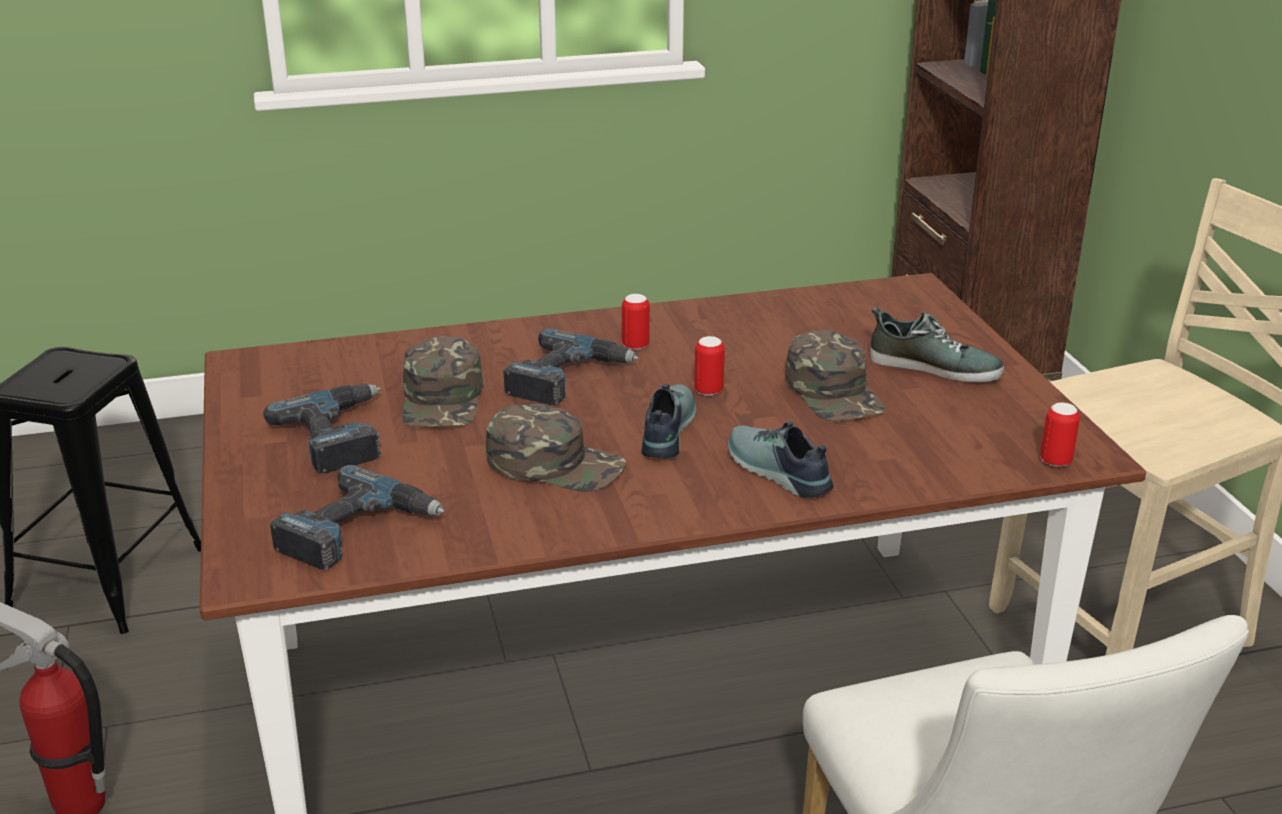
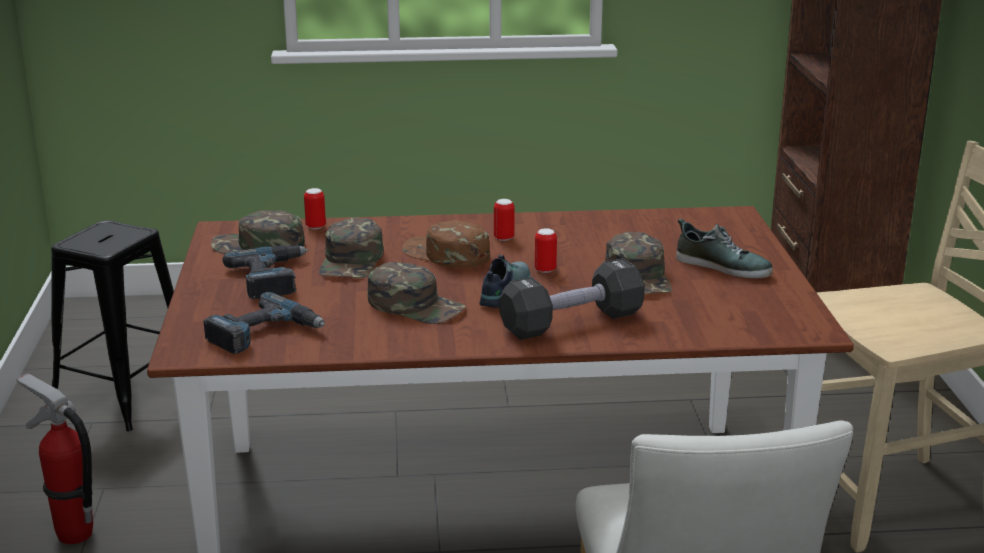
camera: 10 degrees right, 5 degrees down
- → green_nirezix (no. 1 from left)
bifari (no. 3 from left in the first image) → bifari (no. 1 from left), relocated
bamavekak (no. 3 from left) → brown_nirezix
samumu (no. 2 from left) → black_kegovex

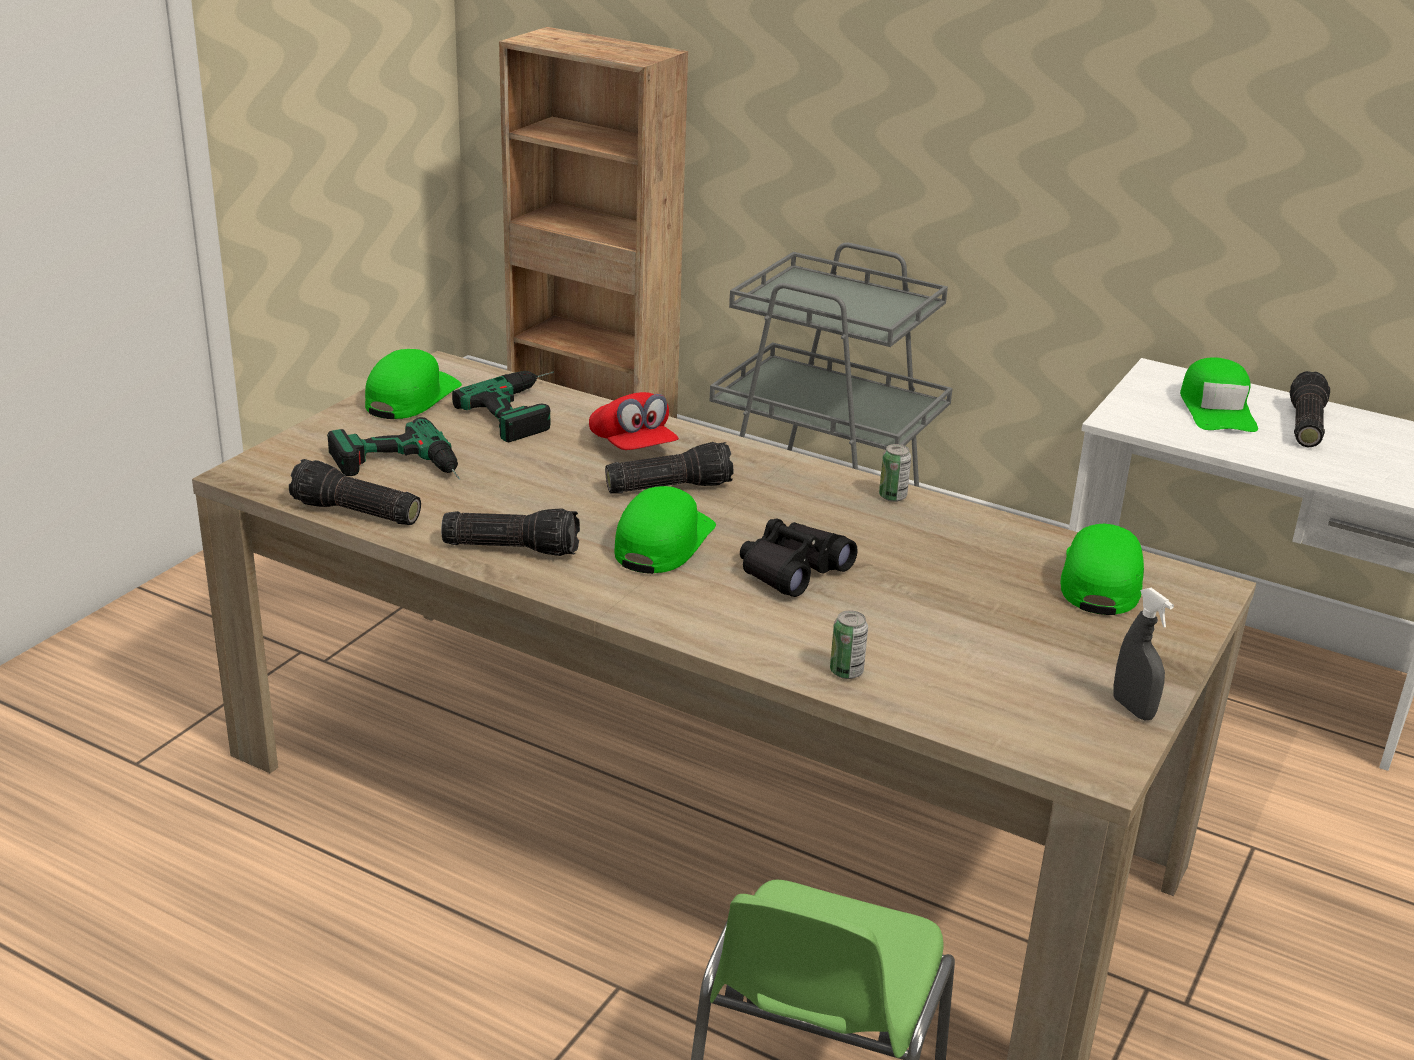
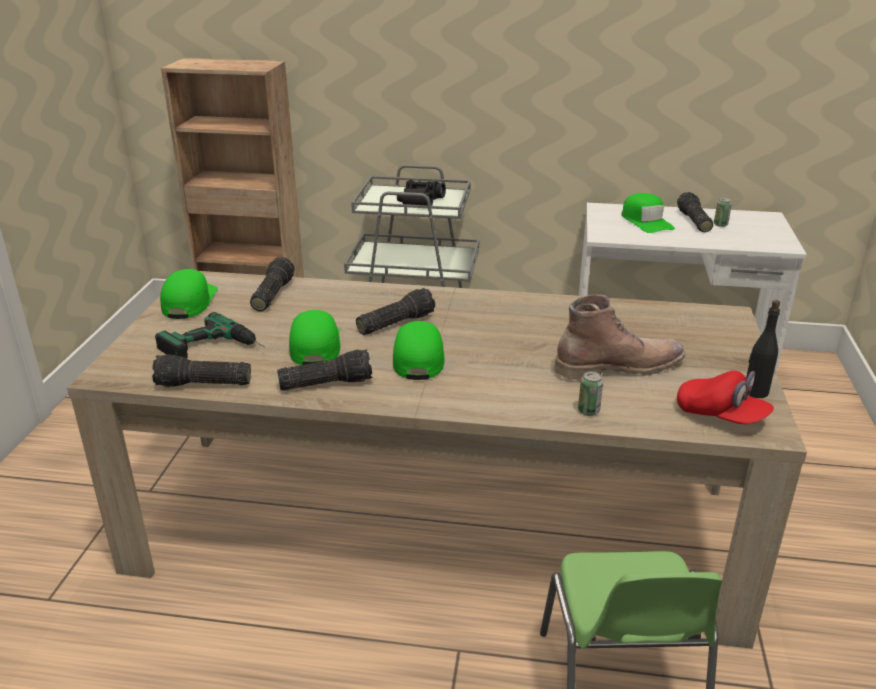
camera: 20 degrees left, 0 degrees up
bamavekak (no. 2 from left) → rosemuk (no. 2 from left)
green_nirezix (no. 3 from left in the first image) → green_nirezix (no. 2 from left), relocated
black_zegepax, relocated
- → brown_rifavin
red_nirezix, relocated
bifari (no. 2 from left), relocated
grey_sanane → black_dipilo

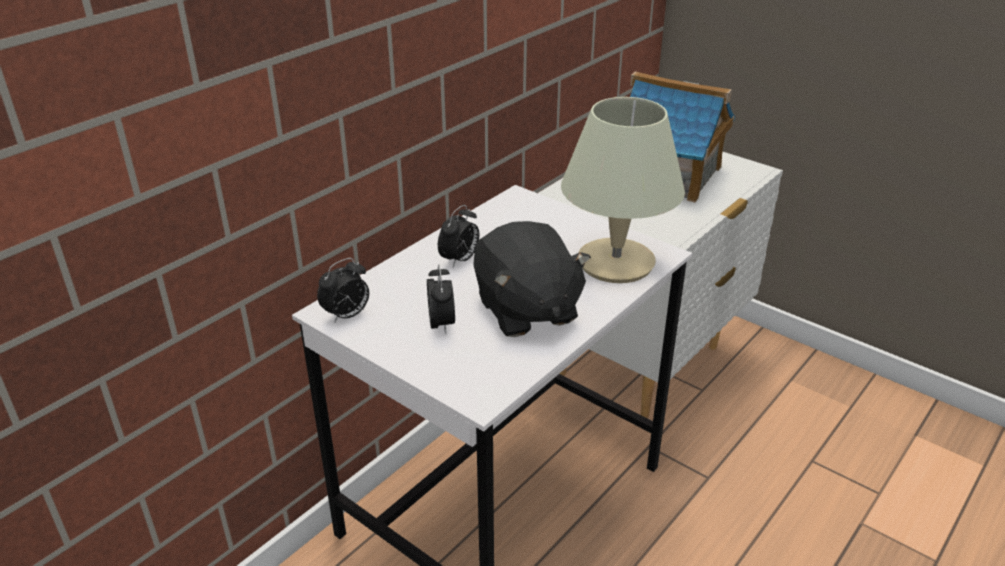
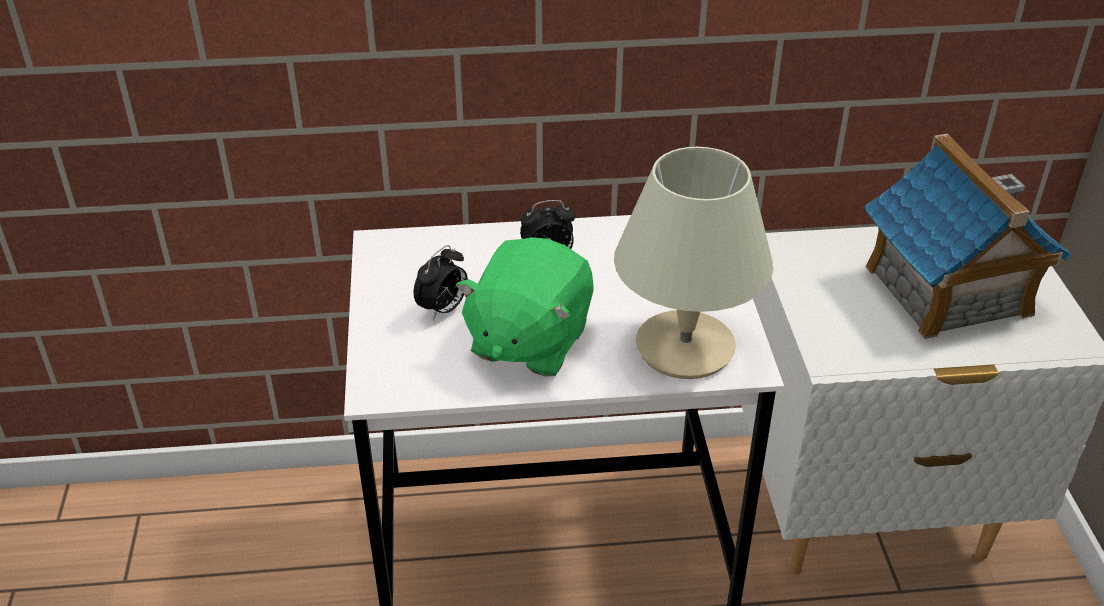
camera: 45 degrees right, 5 degrees up
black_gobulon → green_gobulon
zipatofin (no. 1 from left) → -

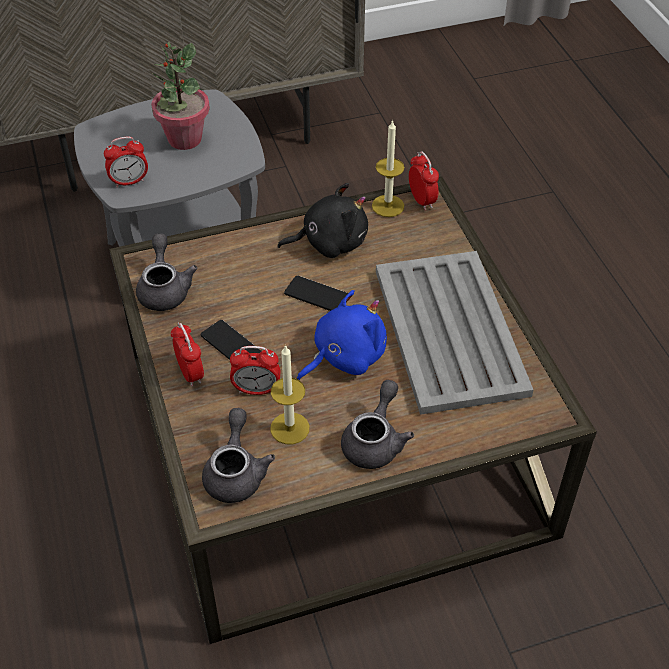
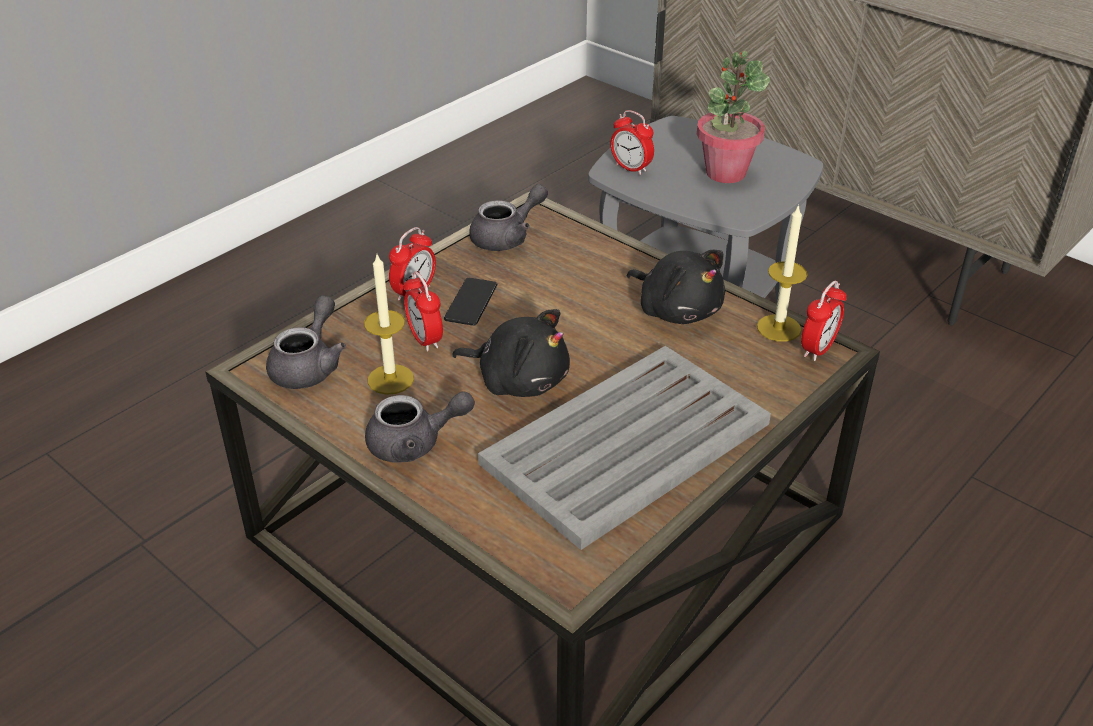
camera: 60 degrees right, 10 degrees down
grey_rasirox (no. 2 from left in the first image) → grey_rasirox (no. 1 from left), 45 degrees counterclockwise
blue_gobulon → black_gobulon (no. 1 from left)
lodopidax (no. 2 from left) → -

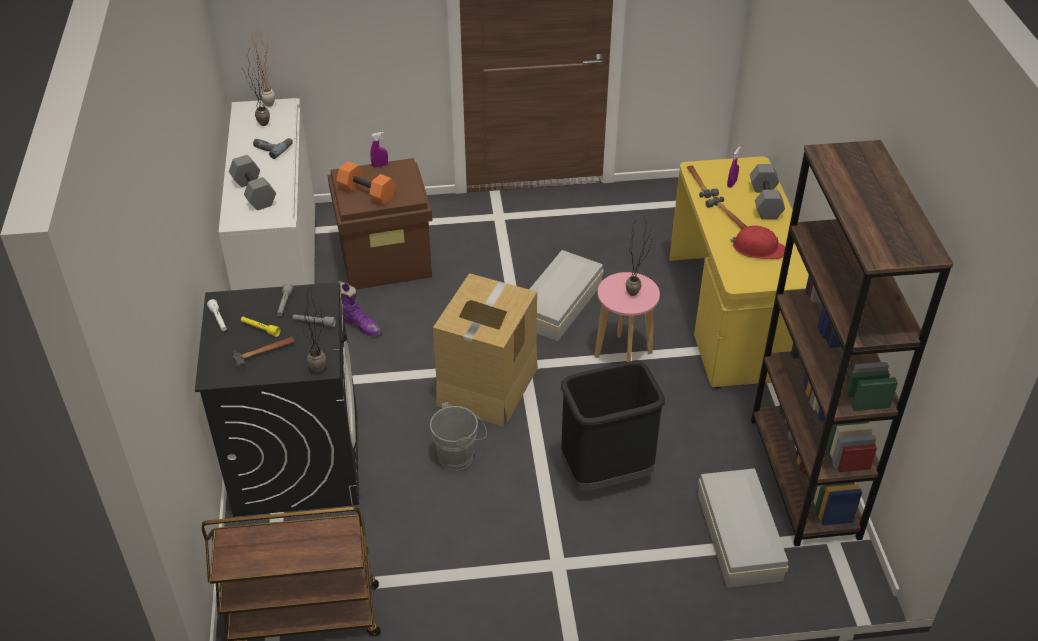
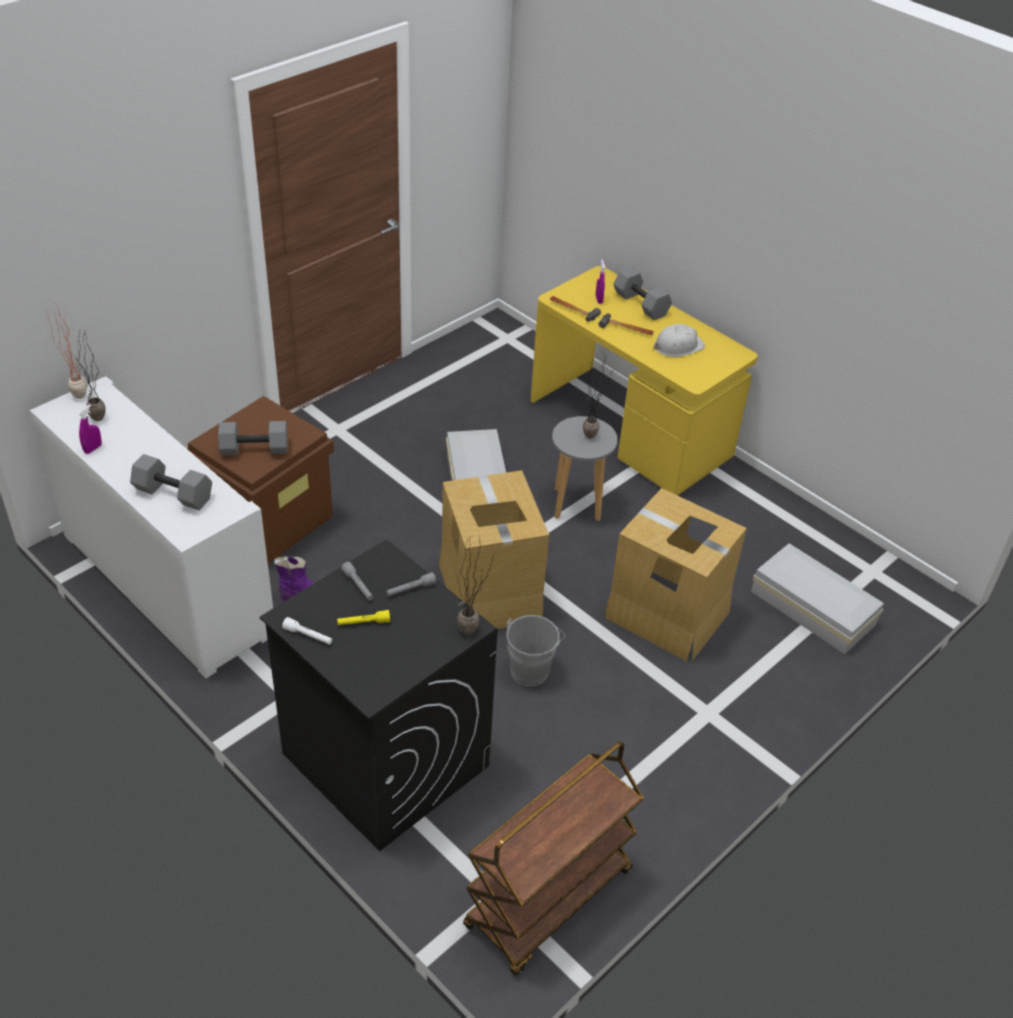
camera: 40 degrees left, 0 degrees up
purple_sanane (no. 1 from left), relocated
orange_kegovex → grey_kegovex (no. 2 from left)
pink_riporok → grey_riporok
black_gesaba → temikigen (no. 2 from left)
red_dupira → white_dupira
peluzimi (no. 1 from left) → -
bamavekak → -
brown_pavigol → -

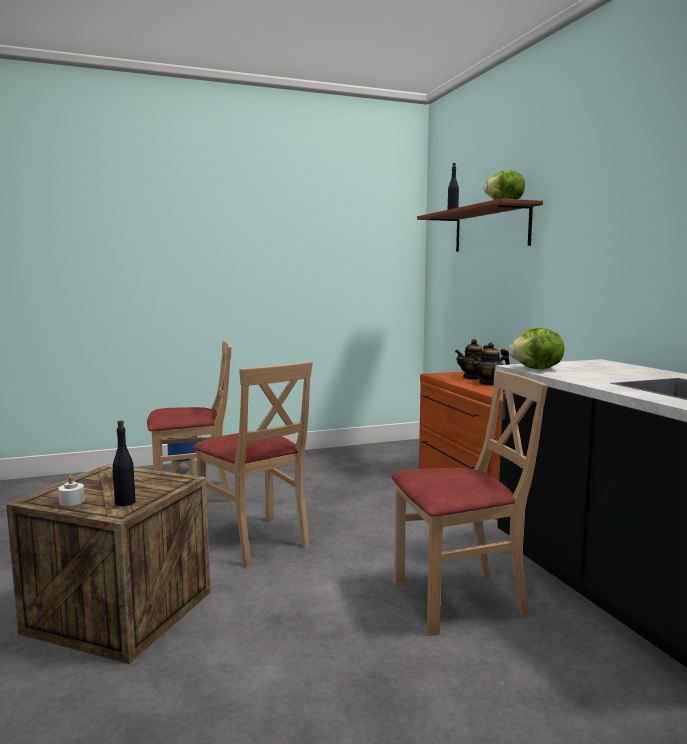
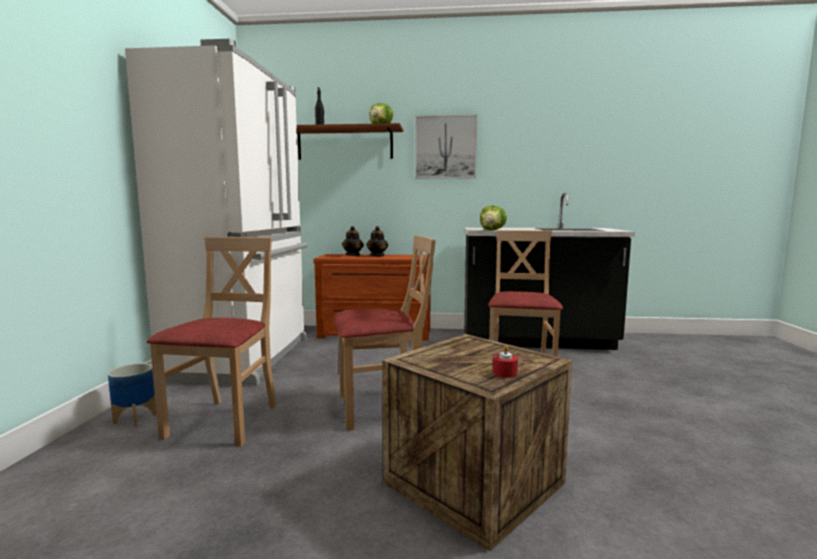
camera: 65 degrees left, 0 degrees up
- → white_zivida
- → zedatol
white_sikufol → red_sikufol
black_dipilo (no. 1 from left) → -

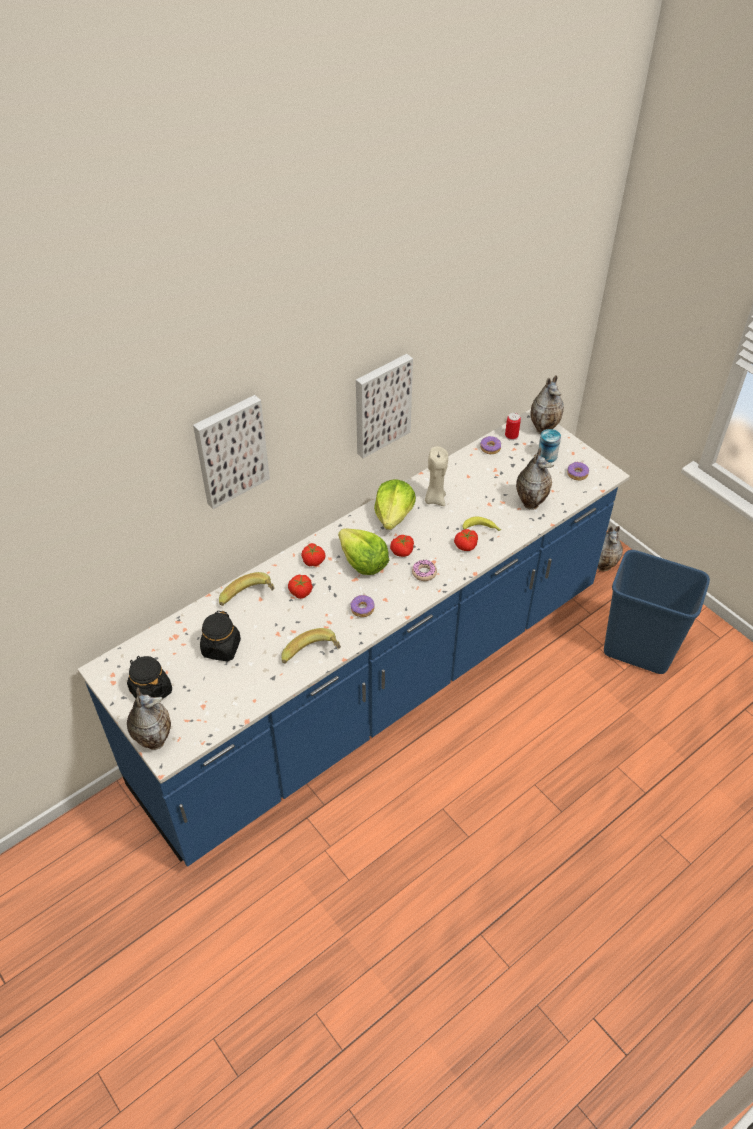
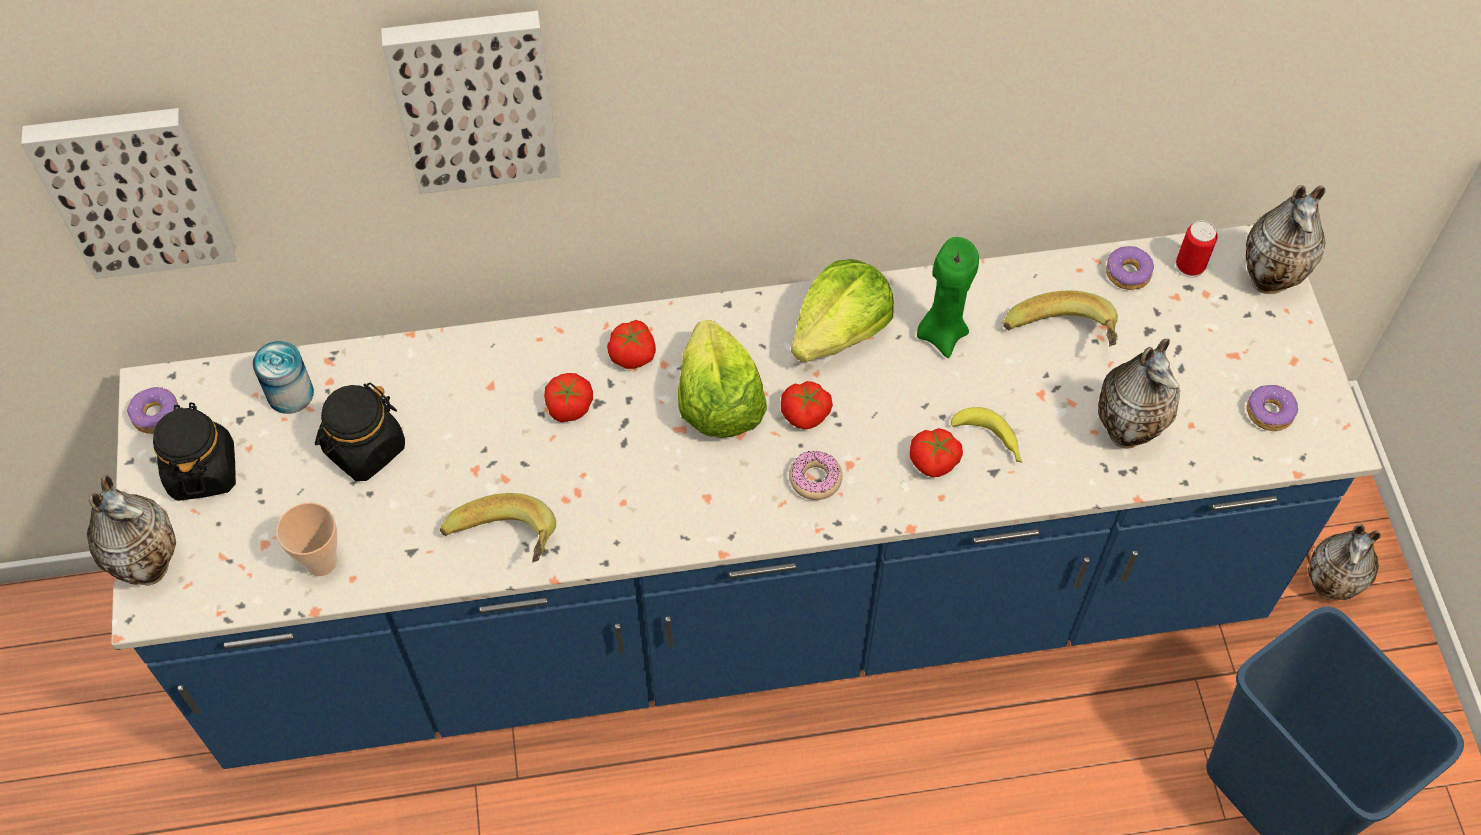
camera: 30 degrees right, 10 degrees up
zedatol (no. 2 from left in the first image) → zedatol (no. 1 from left), relocated
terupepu (no. 1 from left), relocated
bifari (no. 2 from left in the first image) → bifari (no. 1 from left), relocated
- → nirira
beige_sikufol → green_sikufol
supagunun (no. 1 from left in the first image) → supagunun (no. 3 from left), relocated

